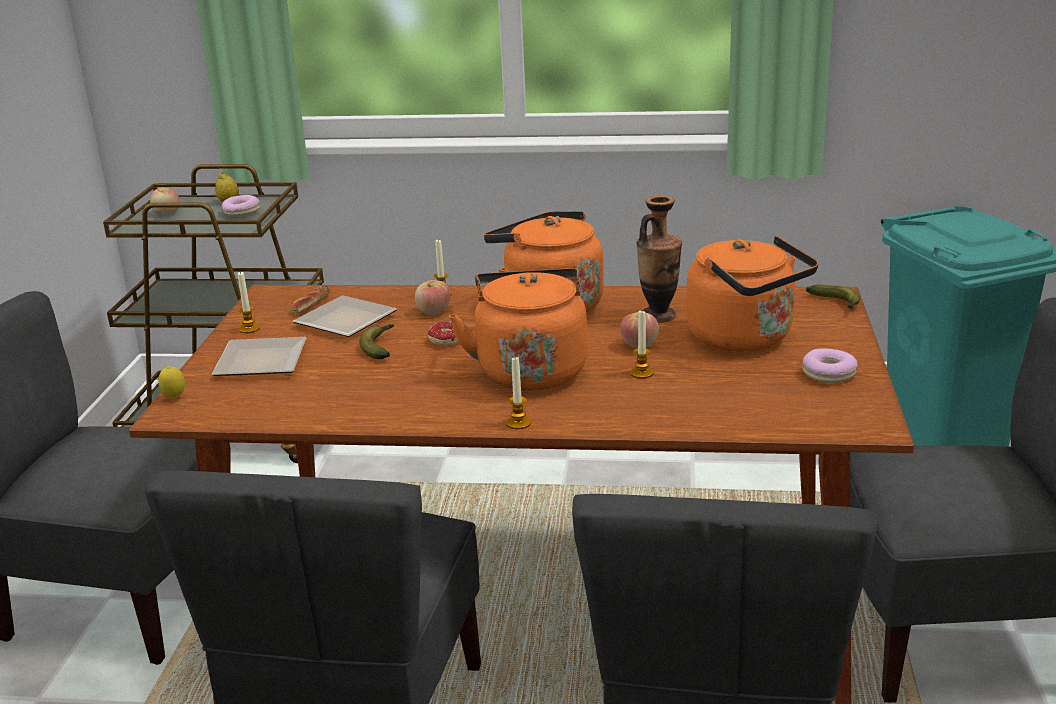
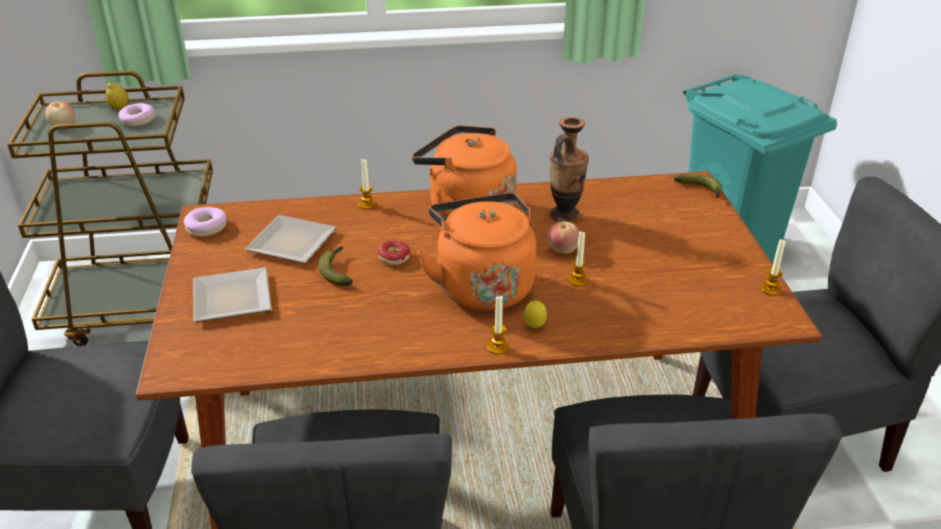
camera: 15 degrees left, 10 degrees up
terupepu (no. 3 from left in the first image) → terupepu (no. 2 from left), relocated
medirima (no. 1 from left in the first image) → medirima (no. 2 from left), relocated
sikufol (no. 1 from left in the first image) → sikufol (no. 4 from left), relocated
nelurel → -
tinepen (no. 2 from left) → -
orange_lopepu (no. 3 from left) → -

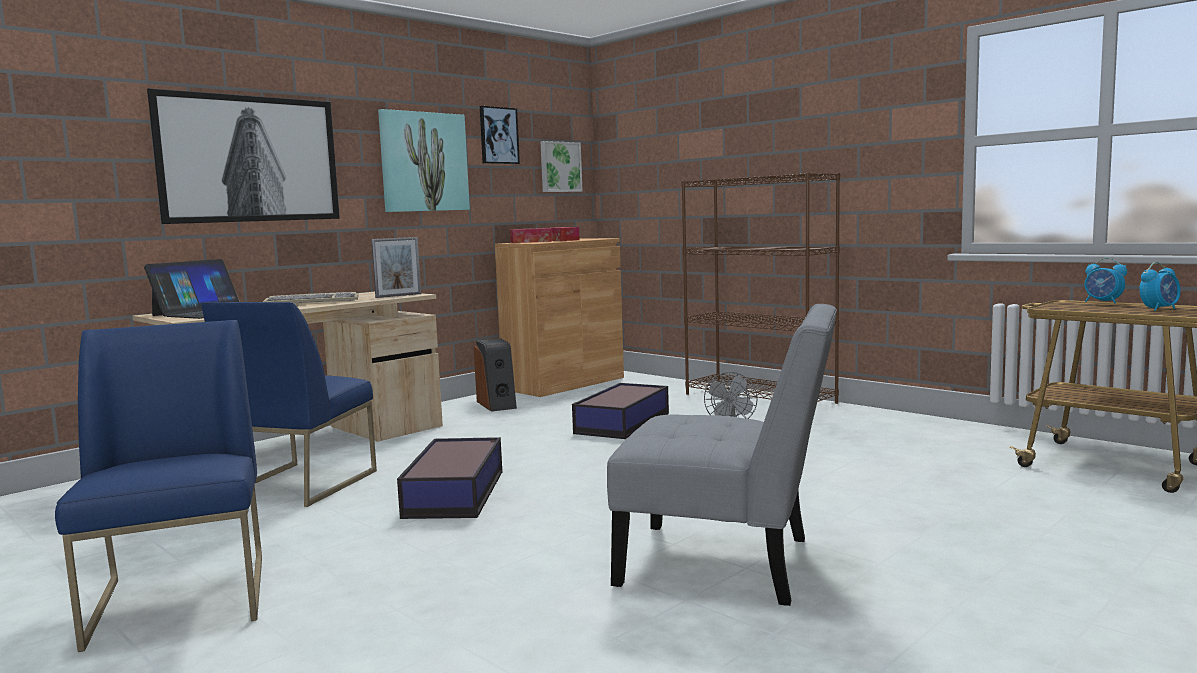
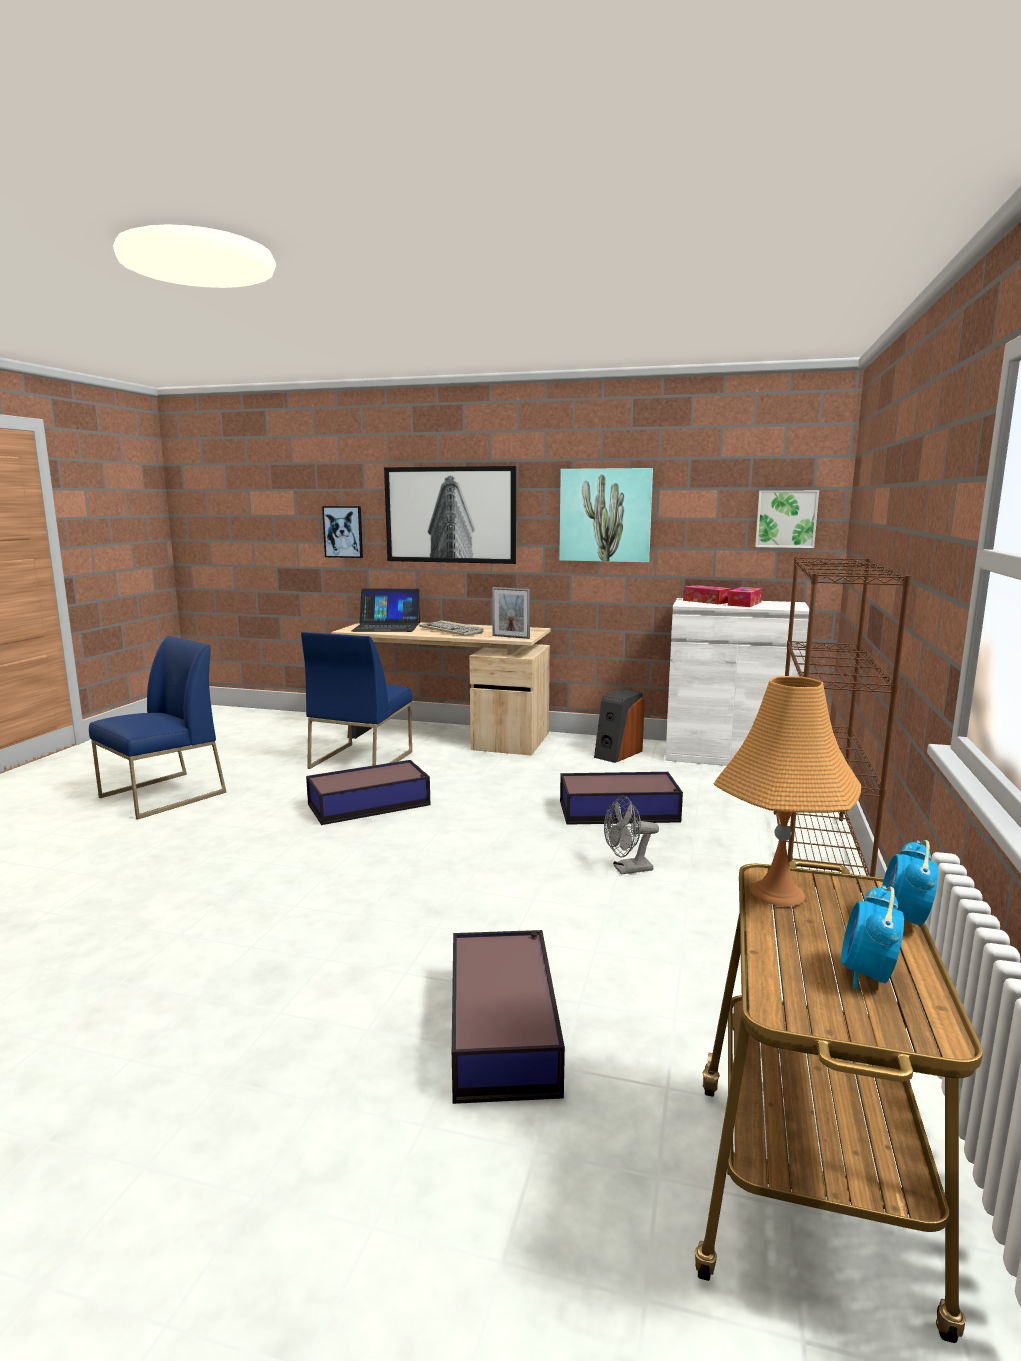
camera: 60 degrees right, 5 degrees up
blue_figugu (no. 2 from left), 60 degrees counterclockwise
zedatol (no. 3 from left in the first image) → zedatol (no. 1 from left), relocated
- → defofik (no. 2 from left)
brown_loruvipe → white_loruvipe
- → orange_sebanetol
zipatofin (no. 2 from left in the first image) → zipatofin (no. 1 from left), 75 degrees clockwise
grey_figugu → -

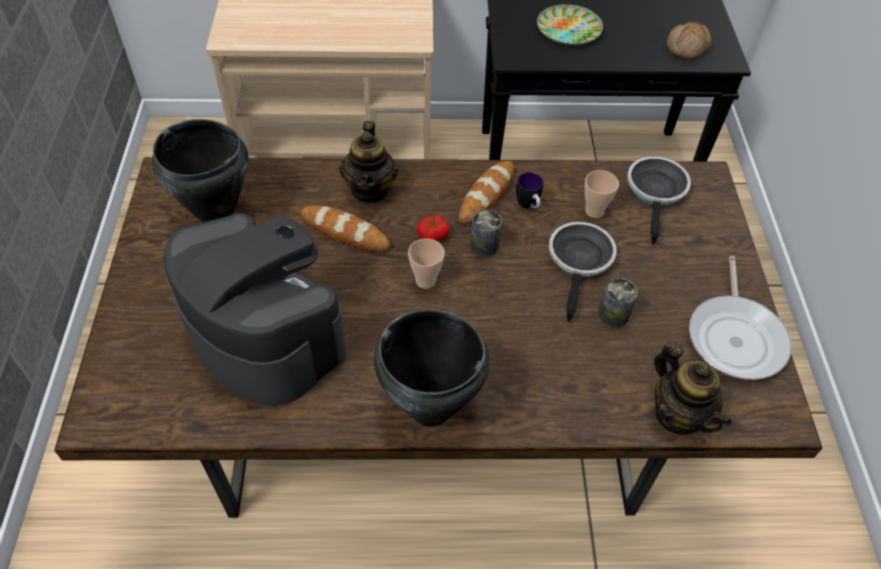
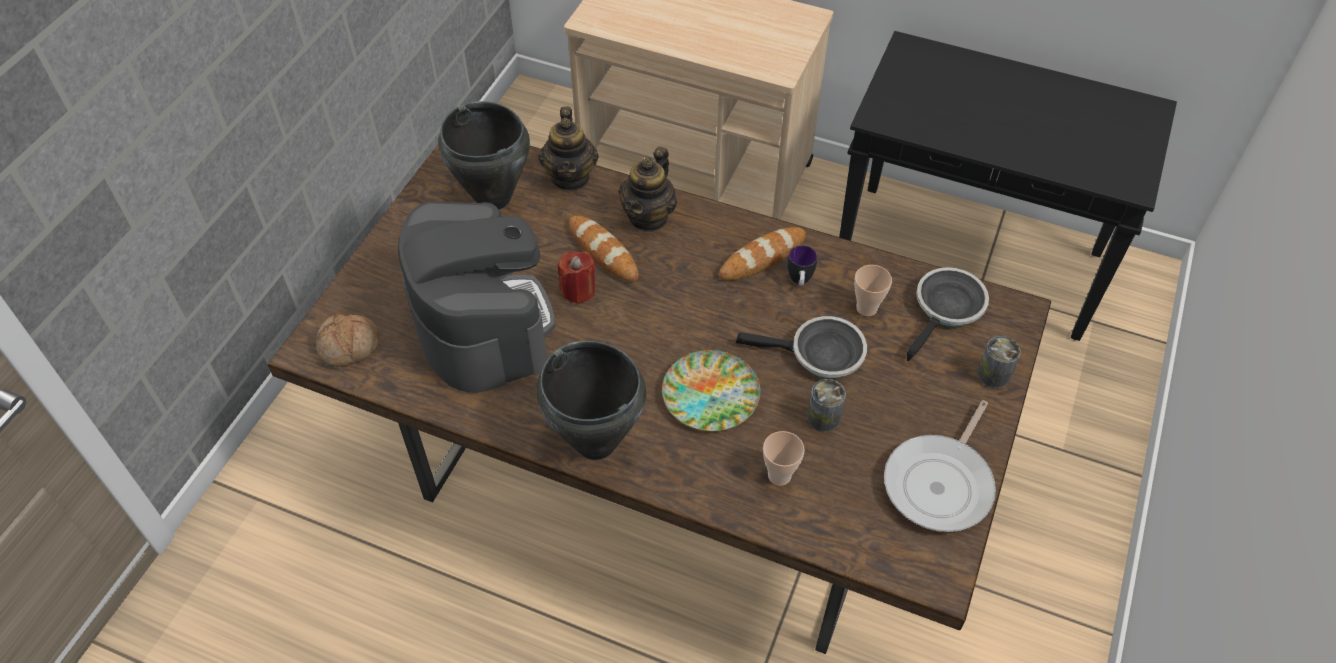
camera: 25 degrees right, 0 degrees up
nelurel (no. 3 from left in the first image) → nelurel (no. 1 from left), relocated
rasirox (no. 2 from left in the first image) → rasirox (no. 1 from left), relocated
- → red_sikufol
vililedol, relocated
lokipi (no. 1 from left), 60 degrees clockwise
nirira (no. 1 from left), relocated
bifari (no. 1 from left in the first image) → bifari (no. 2 from left), relocated
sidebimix → -

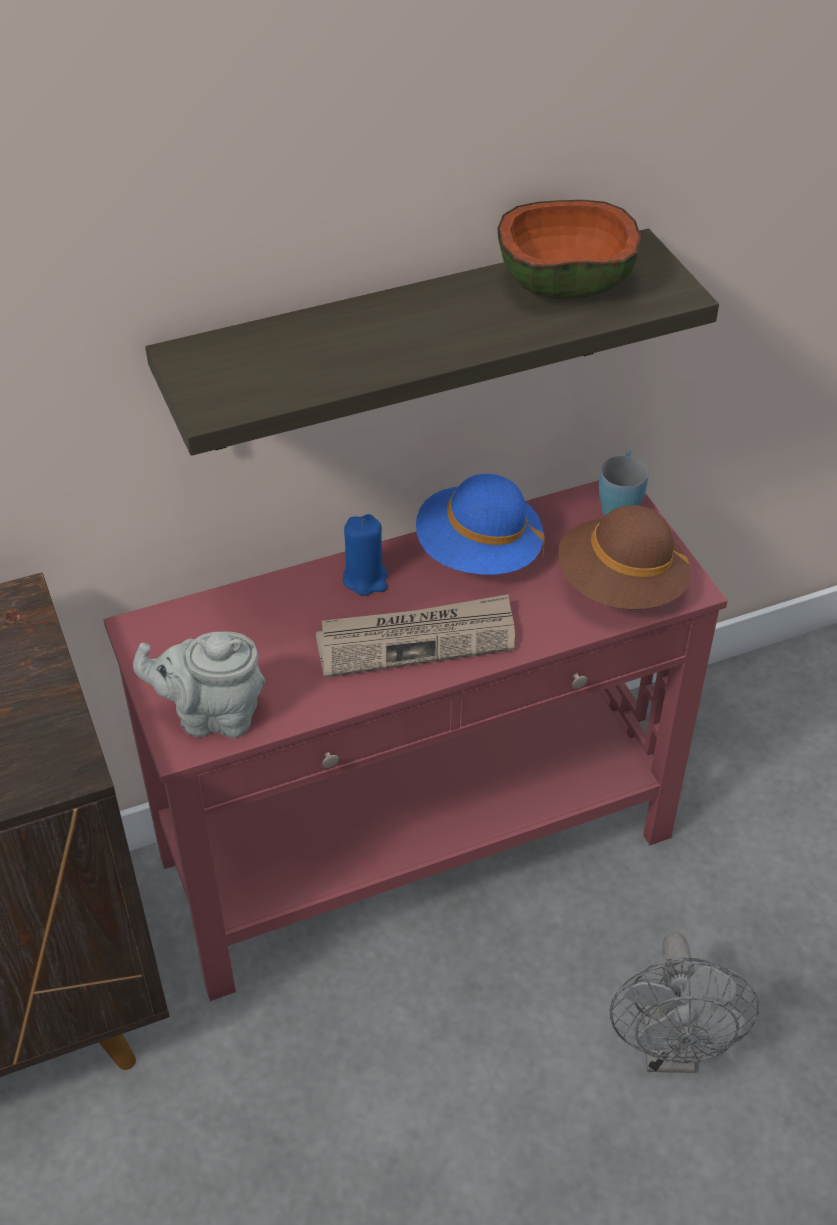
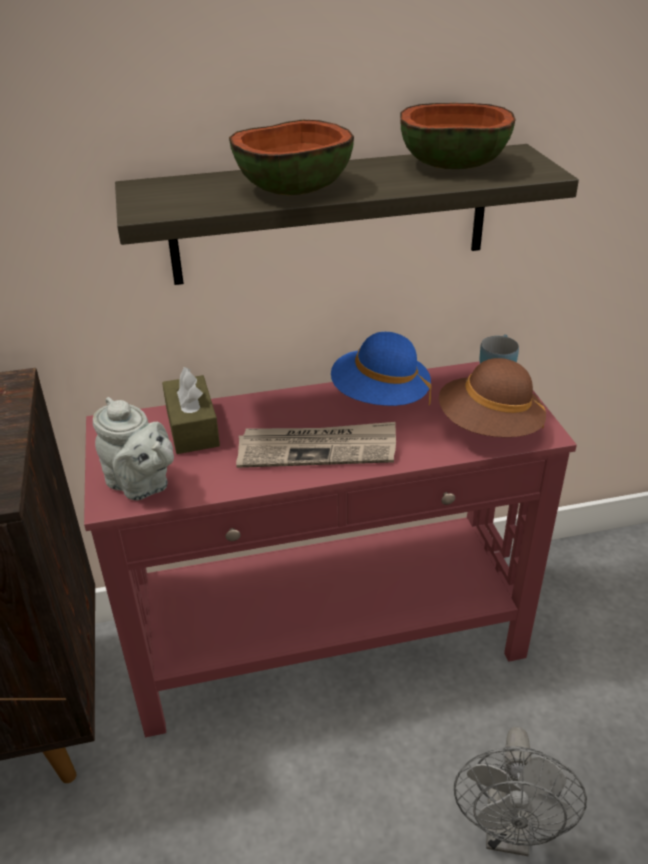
camera: 10 degrees right, 10 degrees down
grey_rasirox, 150 degrees counterclockwise
- → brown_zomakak
- → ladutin (no. 1 from left)
blue_sikufol → -

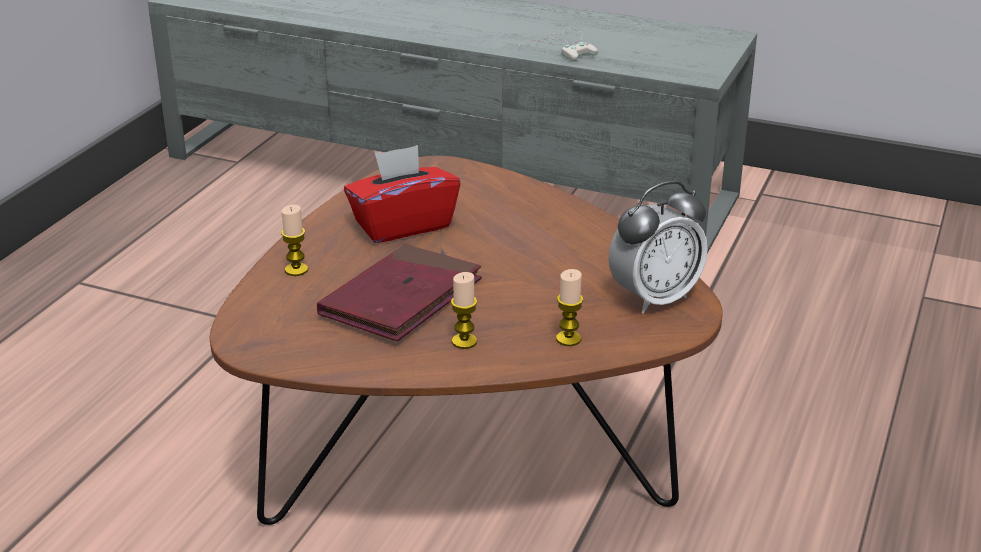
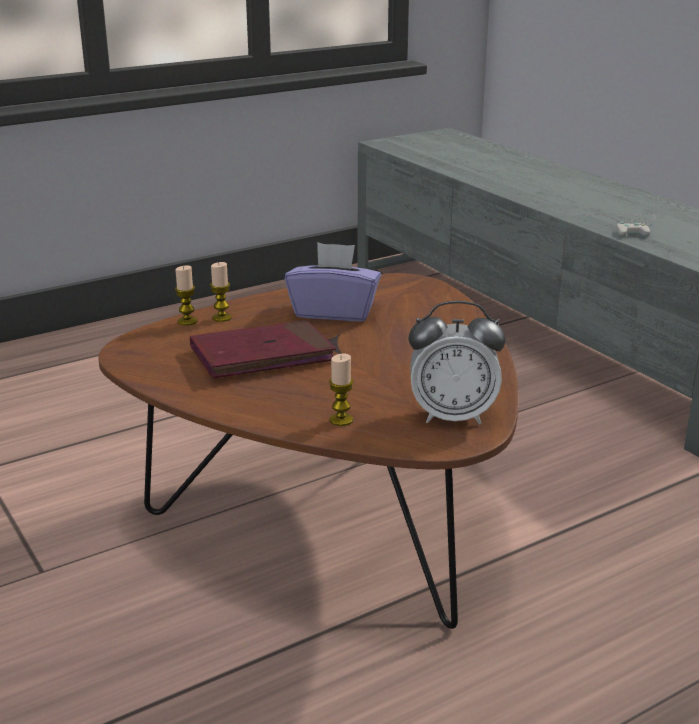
camera: 35 degrees right, 5 degrees down
sikufol (no. 2 from left in the first image) → sikufol (no. 1 from left), relocated
red_zomakak → purple_zomakak

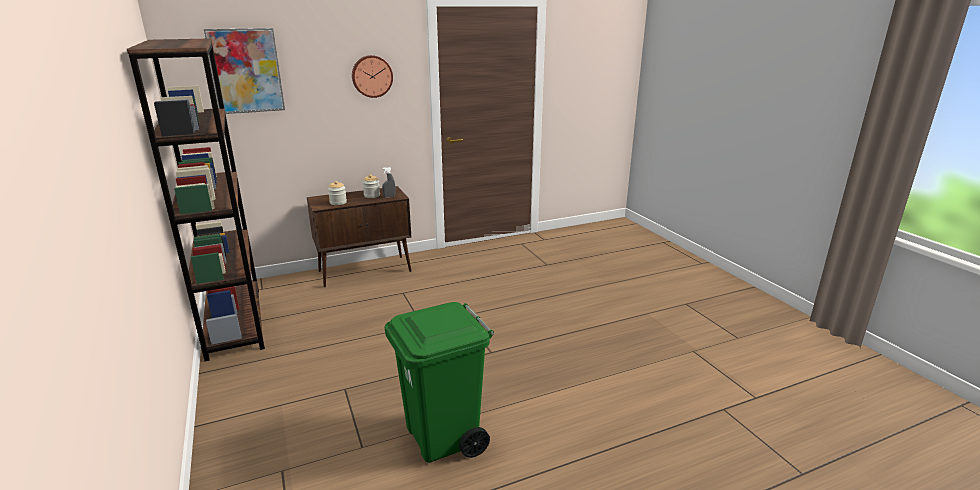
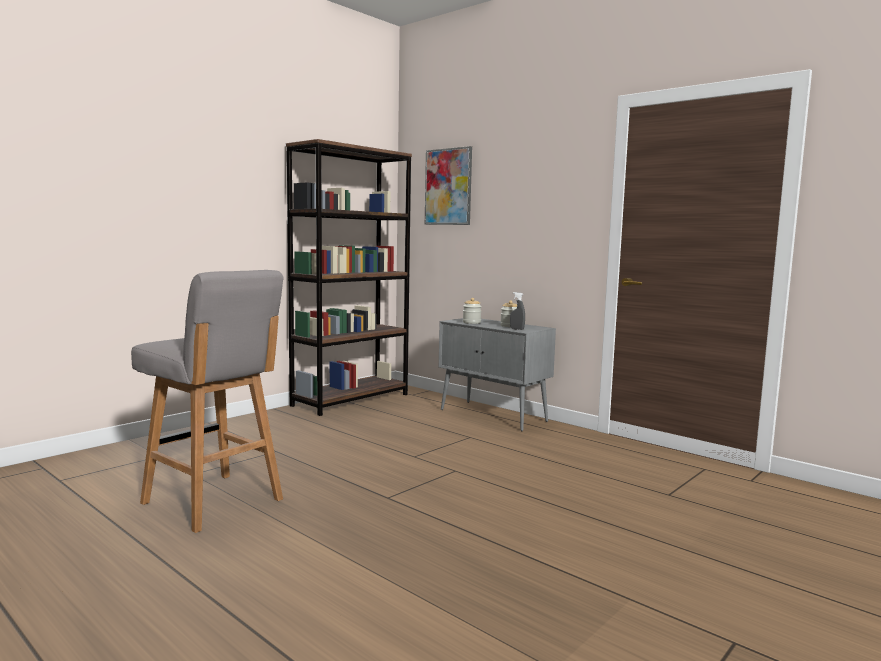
camera: 65 degrees right, 15 degrees down
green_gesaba → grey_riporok
brown_loruvipe → grey_loruvipe
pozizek → -

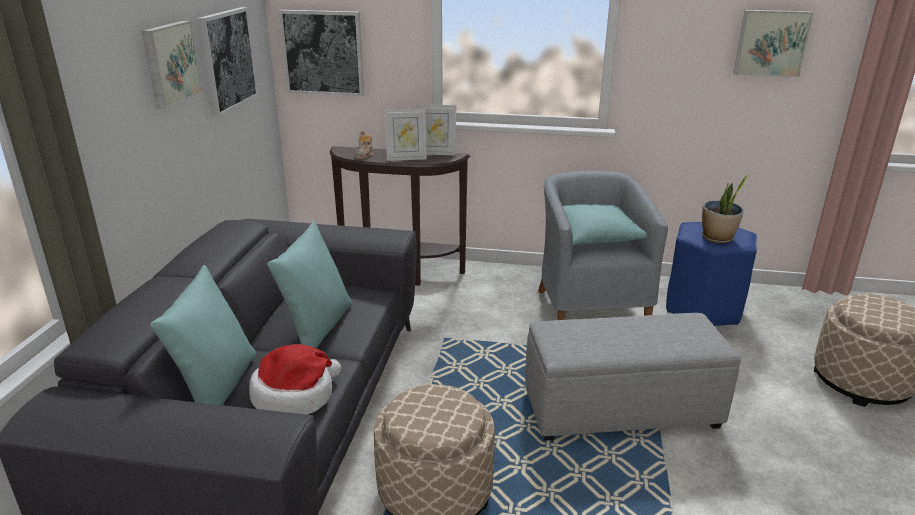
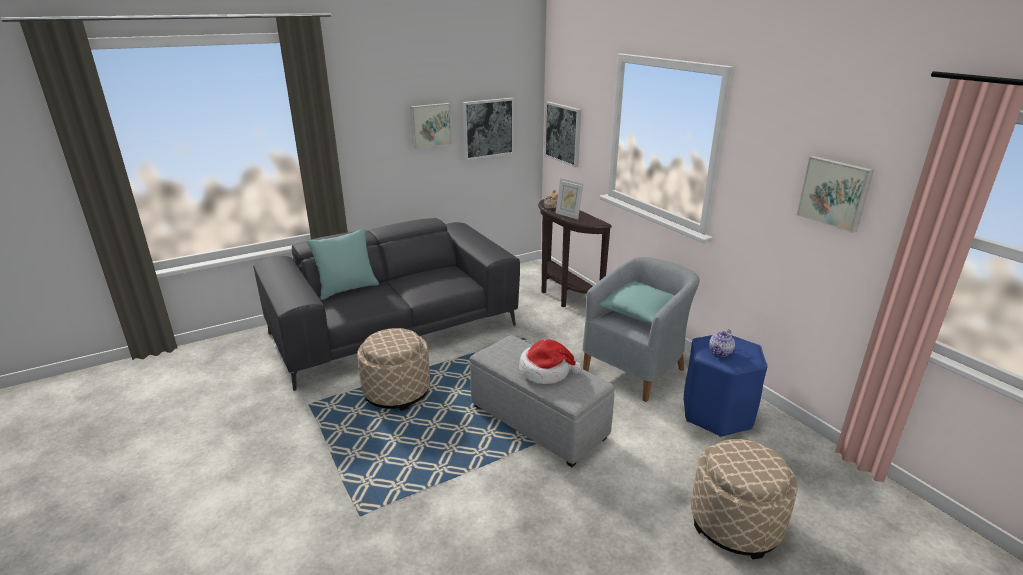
camera: 50 degrees right, 0 degrees up
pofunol, relocated
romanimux → rasirox (no. 2 from left)
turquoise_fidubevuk (no. 2 from left) → -
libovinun (no. 2 from left) → -

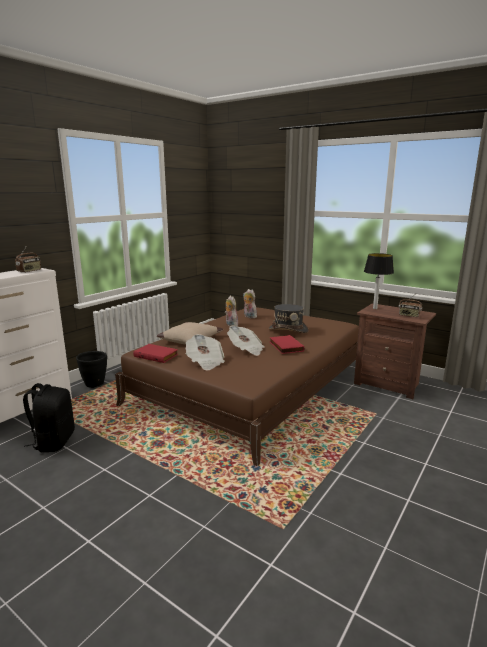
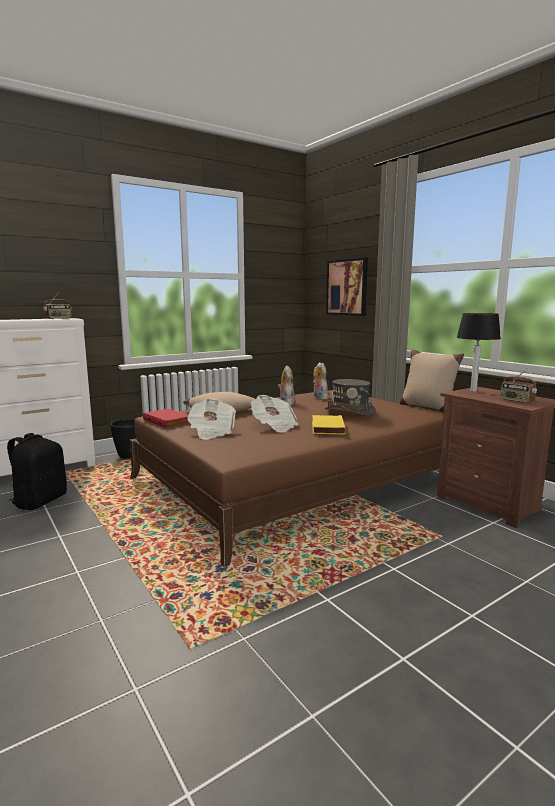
camera: 20 degrees right, 5 degrees down
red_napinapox (no. 2 from left) → yellow_napinapox
- → zedatol
- → beige_fidubevuk (no. 2 from left)

